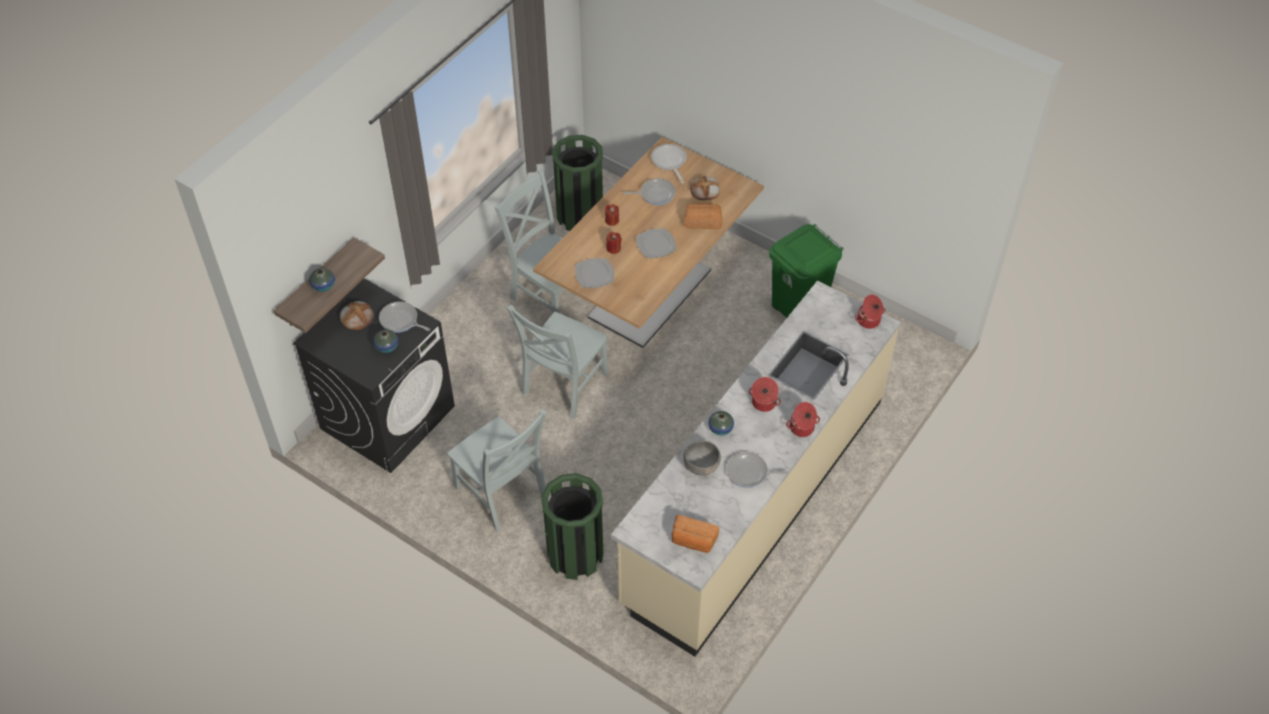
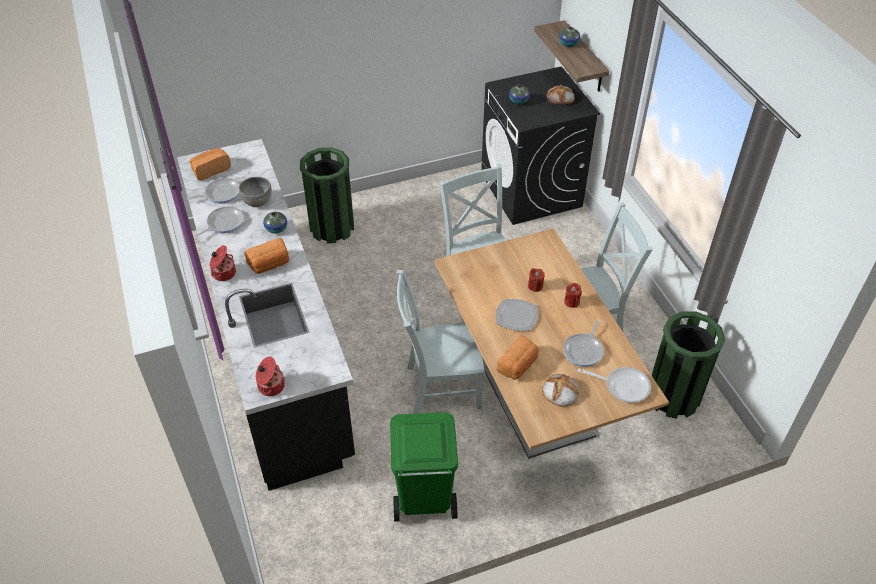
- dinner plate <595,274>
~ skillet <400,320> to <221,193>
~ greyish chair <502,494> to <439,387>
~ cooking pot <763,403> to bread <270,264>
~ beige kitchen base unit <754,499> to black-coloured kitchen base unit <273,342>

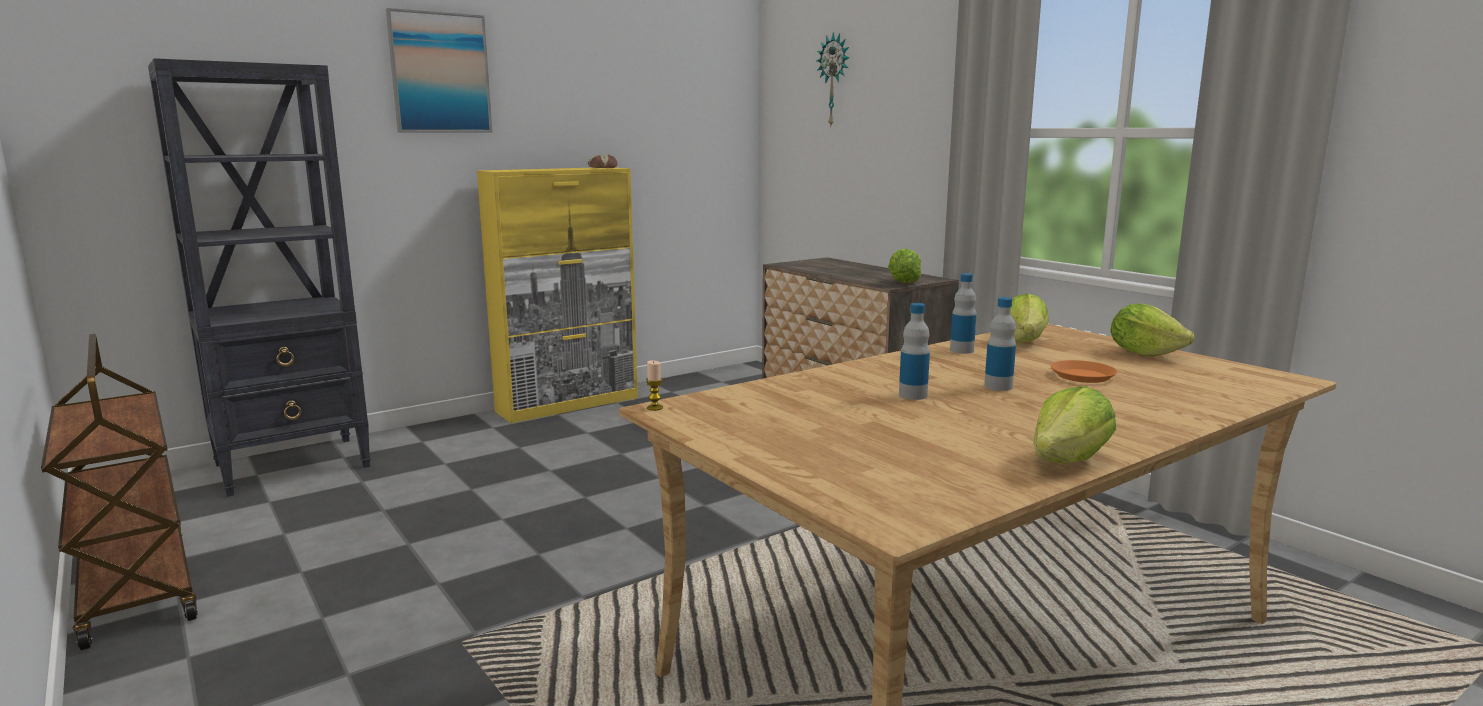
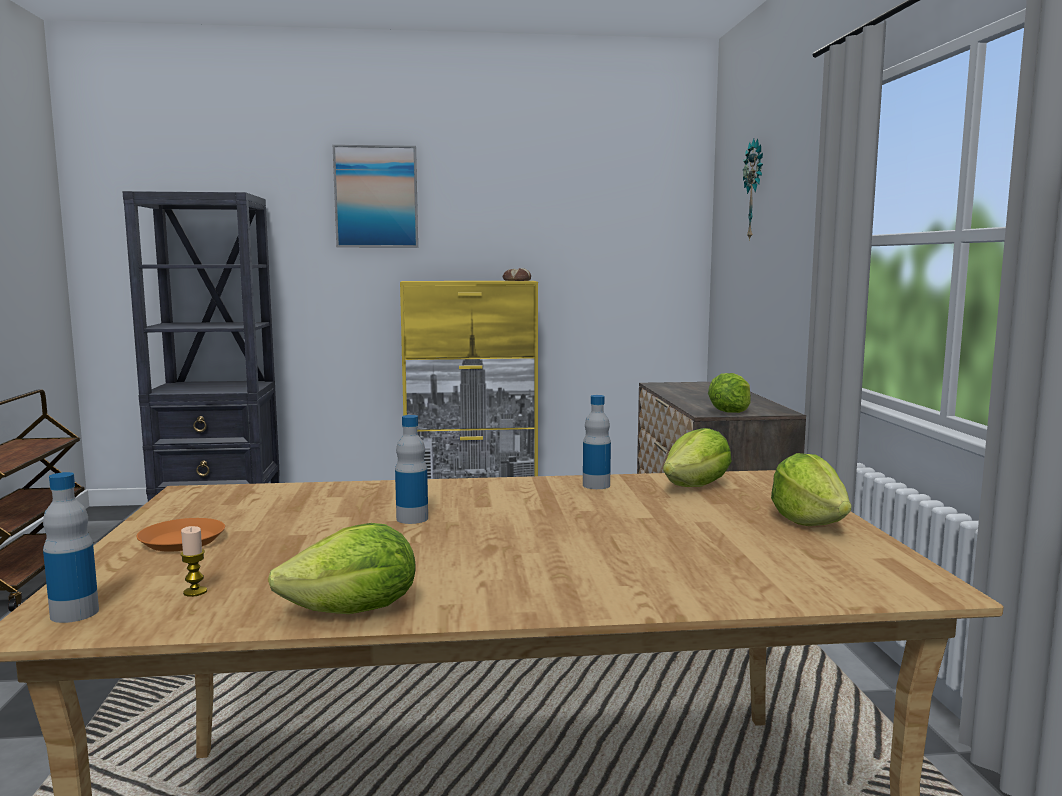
~ candle <654,408> to <195,592>
~ beverage bottle <998,386> to <74,613>
~ orange-coloured dinner plate <1082,376> to <182,541>

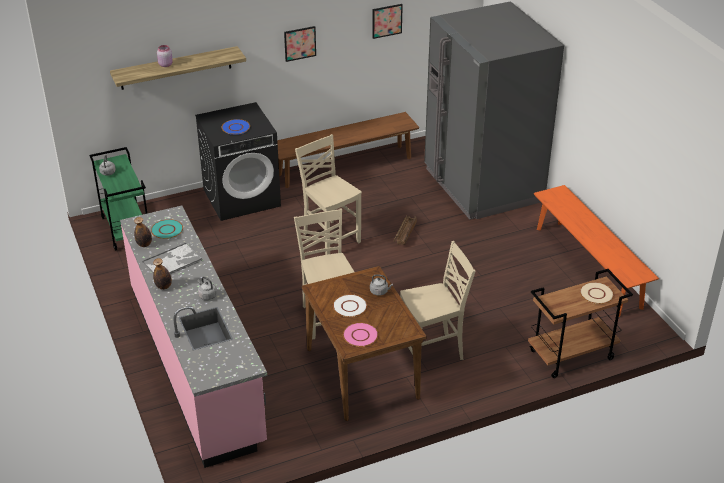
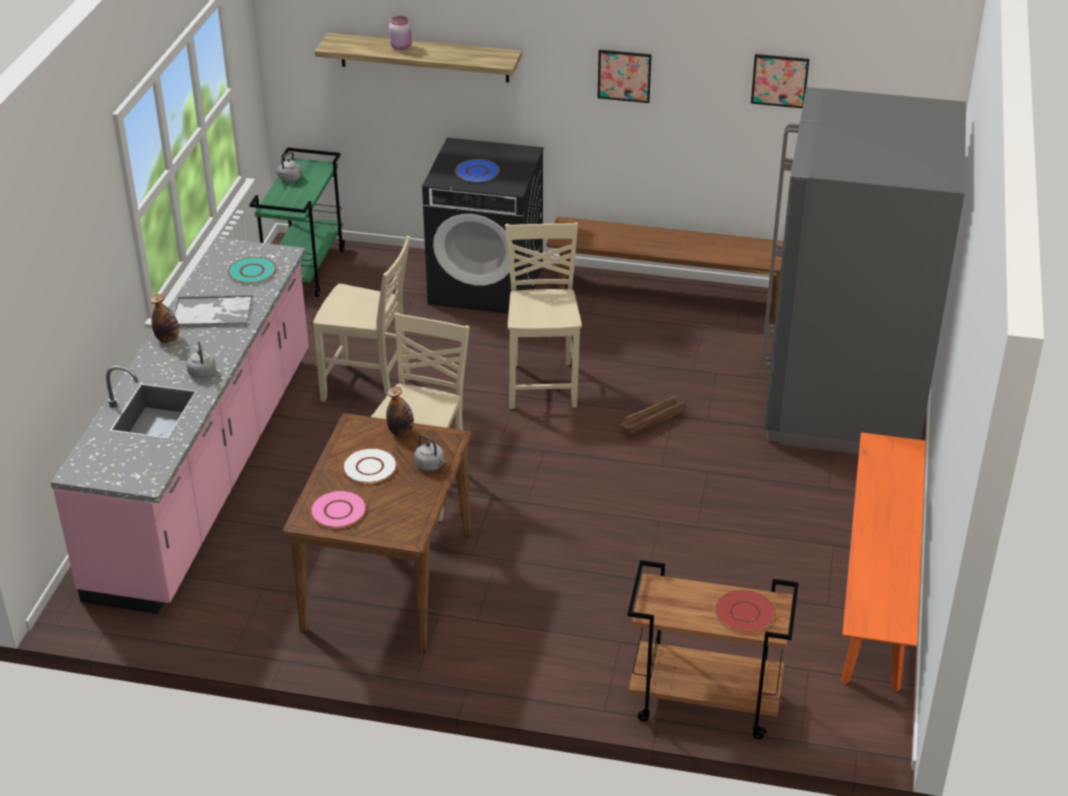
~ beverage bottle <144,244> to <401,432>
~ beige chair <432,352> to <369,389>
~ beige dinner plate <596,294> to reddish dinner plate <744,612>

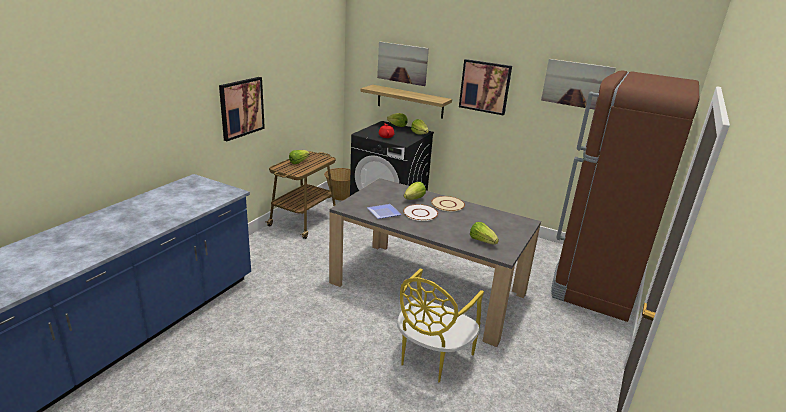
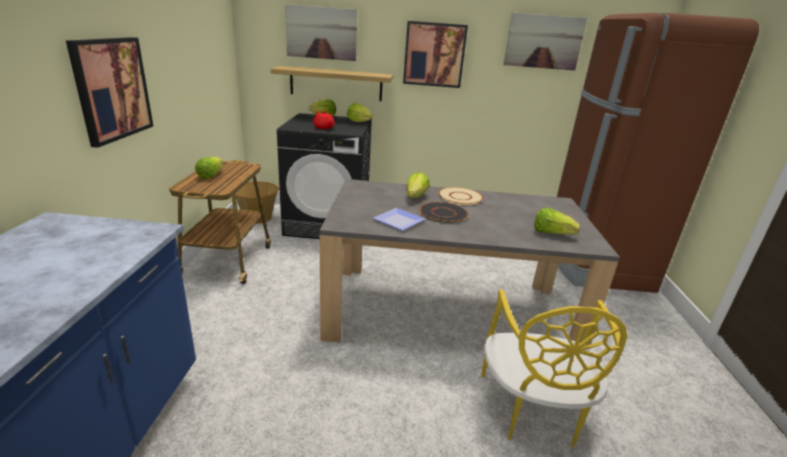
~ white dinner plate <420,213> to black-coloured dinner plate <443,213>

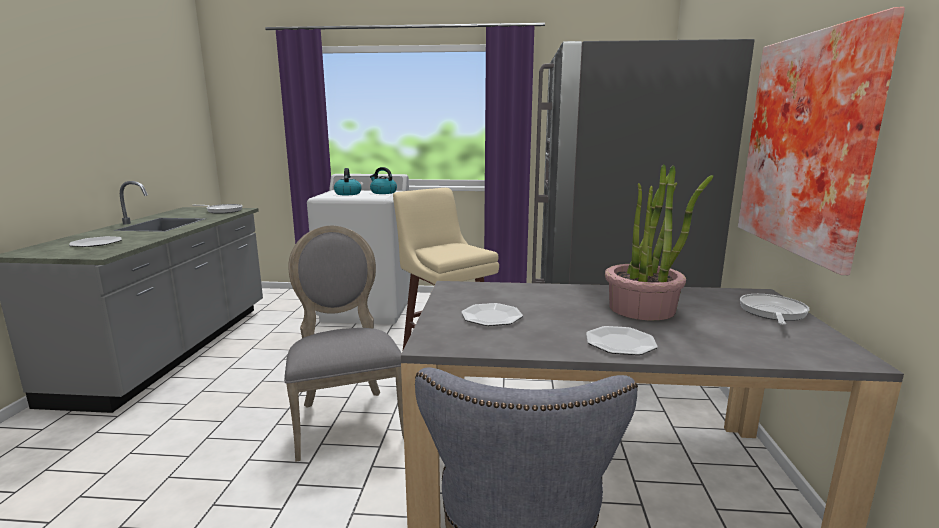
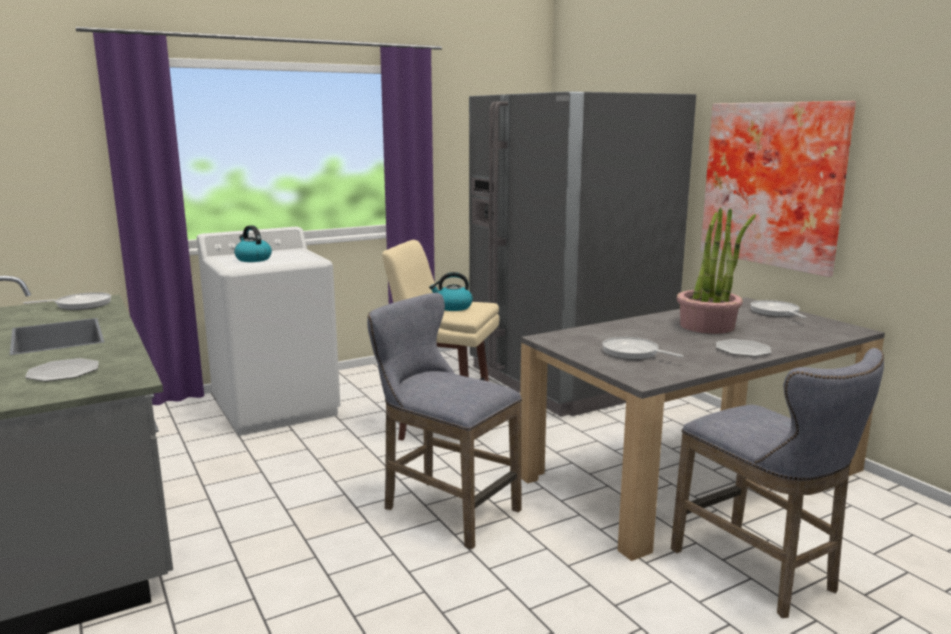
~ tea kettle <383,192> to <453,307>
~ greyish chair <347,419> to greyish stool <444,508>
~ dinner plate <491,316> to skillet <633,353>

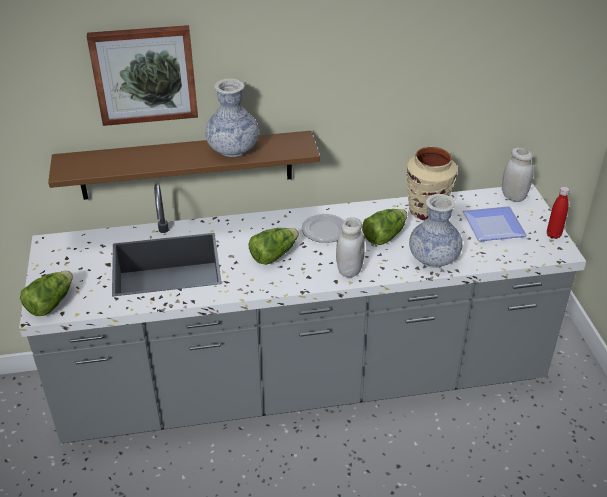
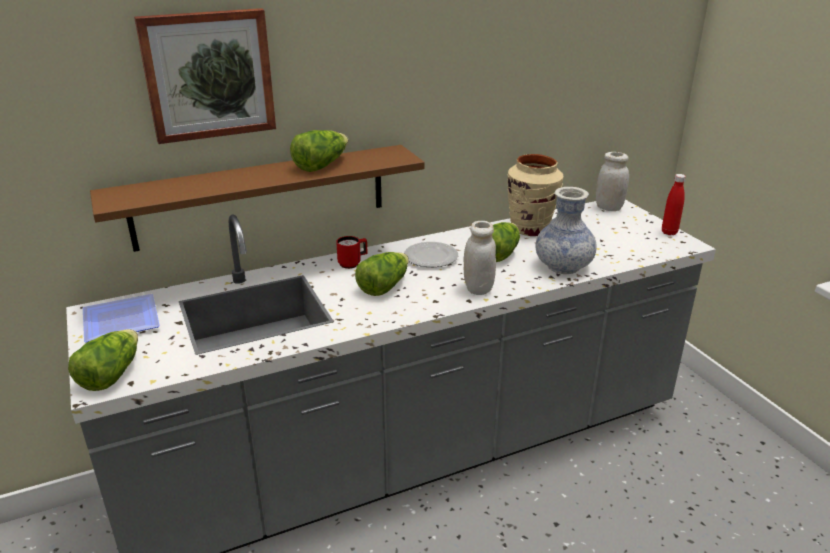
+ reddish mug <353,263>
~ dinner plate <492,227> to <119,323>
~ flower vase <233,149> to head of lettuce <321,165>

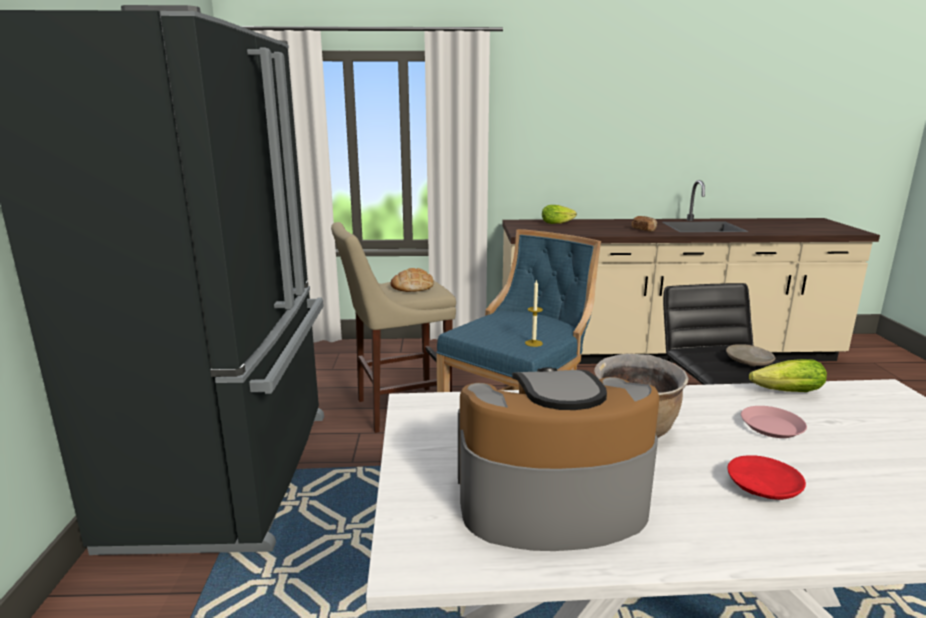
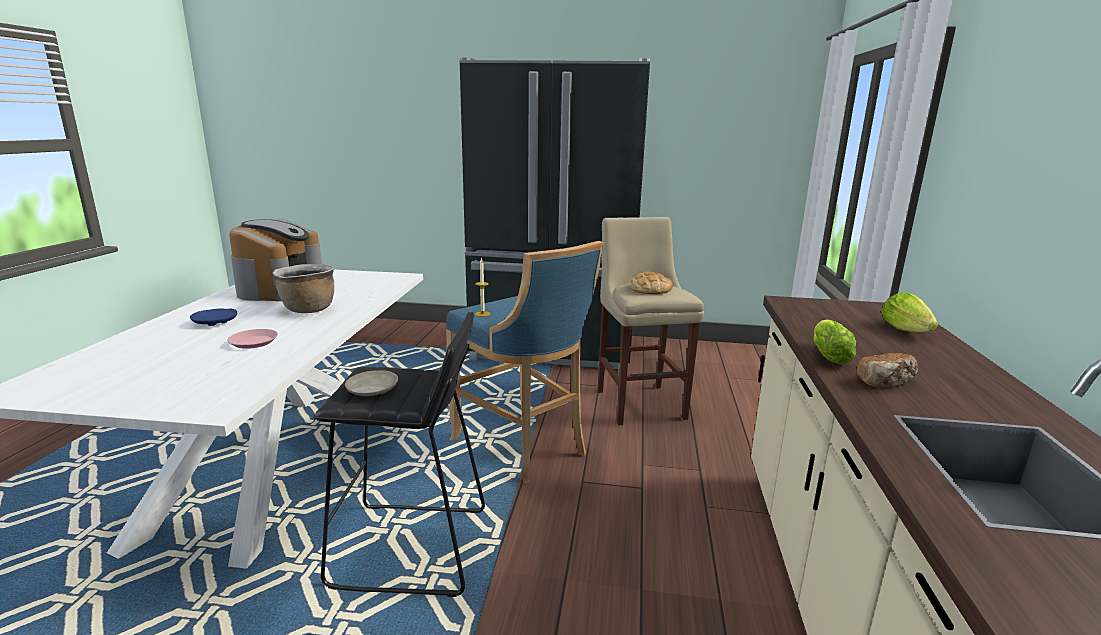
~ head of lettuce <783,392> to <827,355>
~ reddish dinner plate <762,487> to bluish dinner plate <215,322>

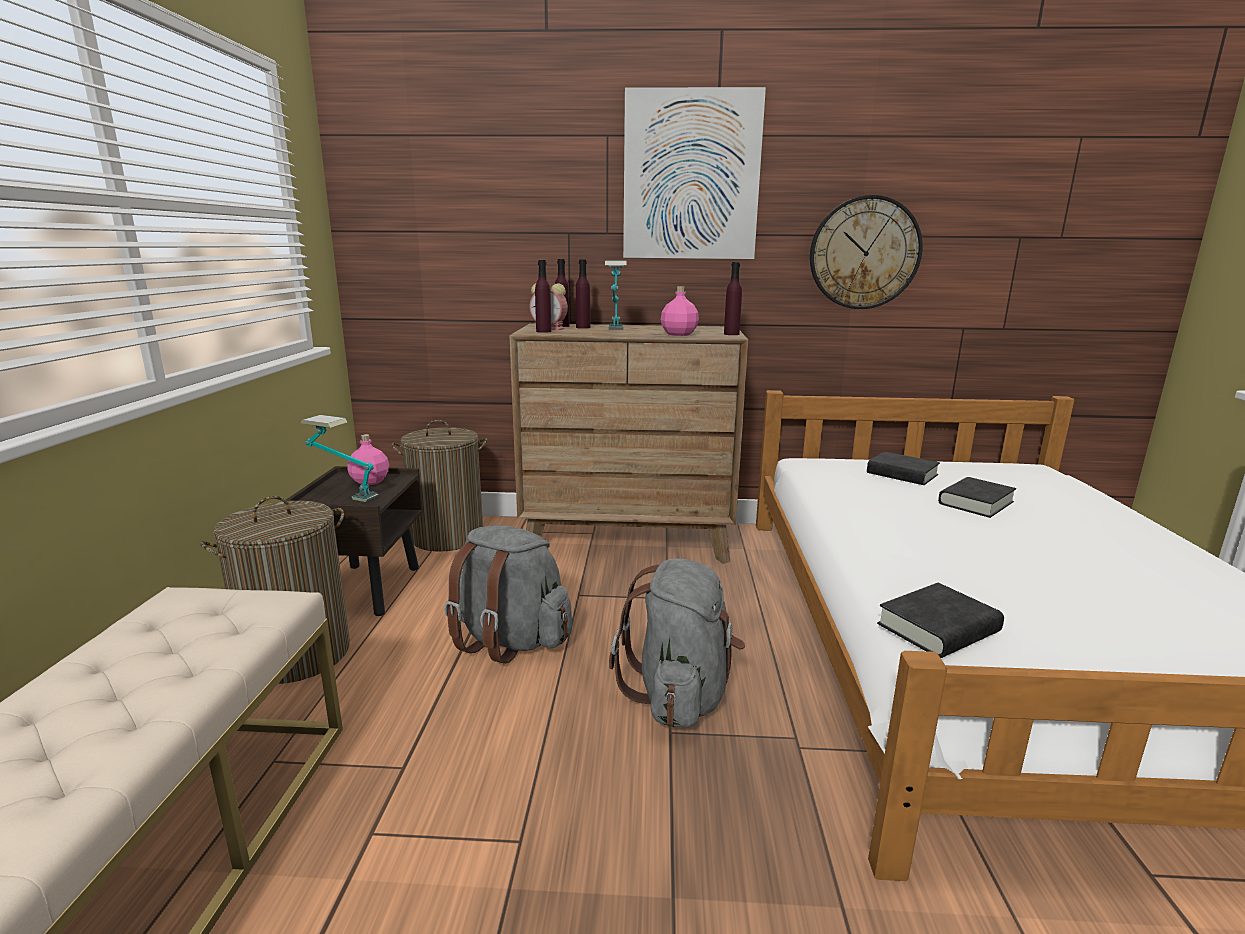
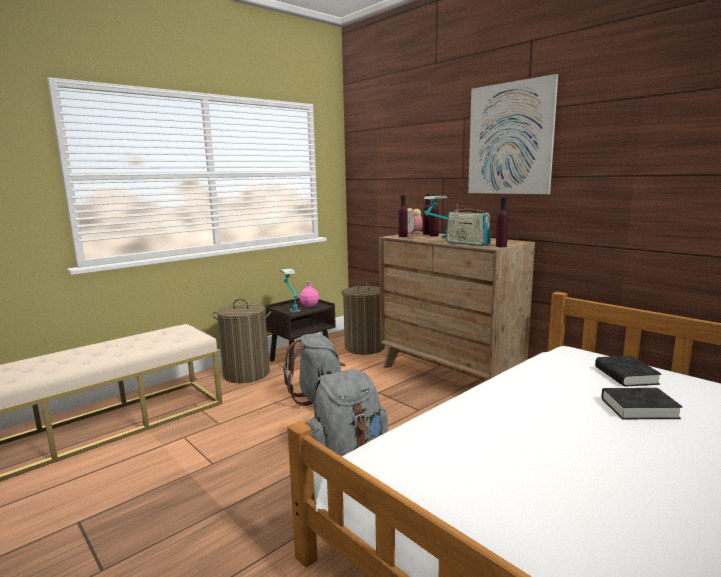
- clock on the wall <864,253>
- black-coloured volume <938,628>
~ pink beverage bottle <679,334> to radio <467,243>

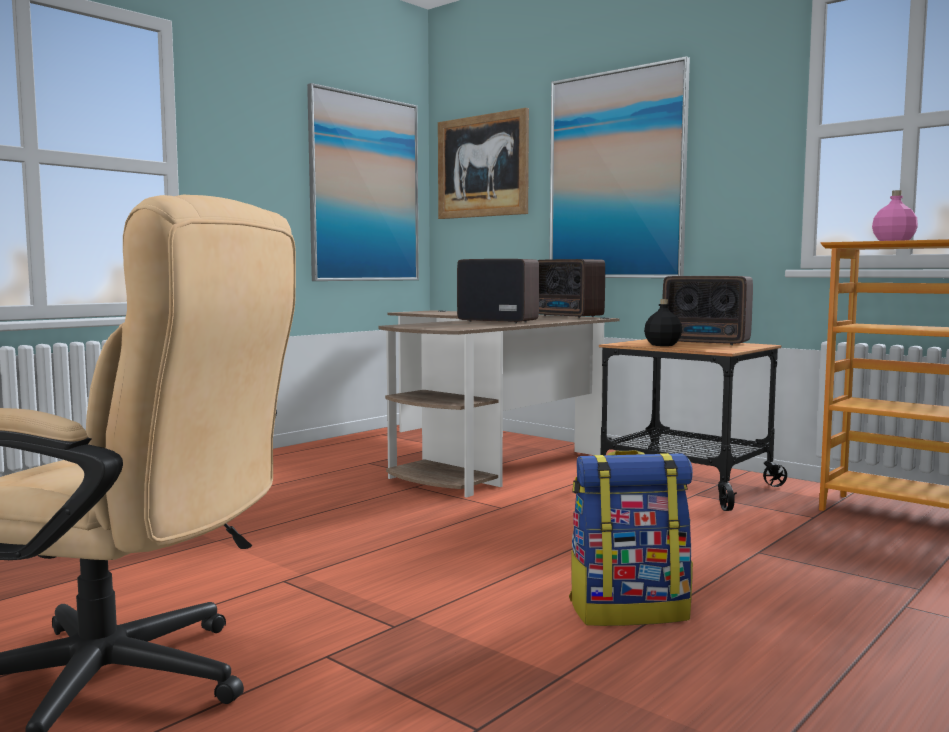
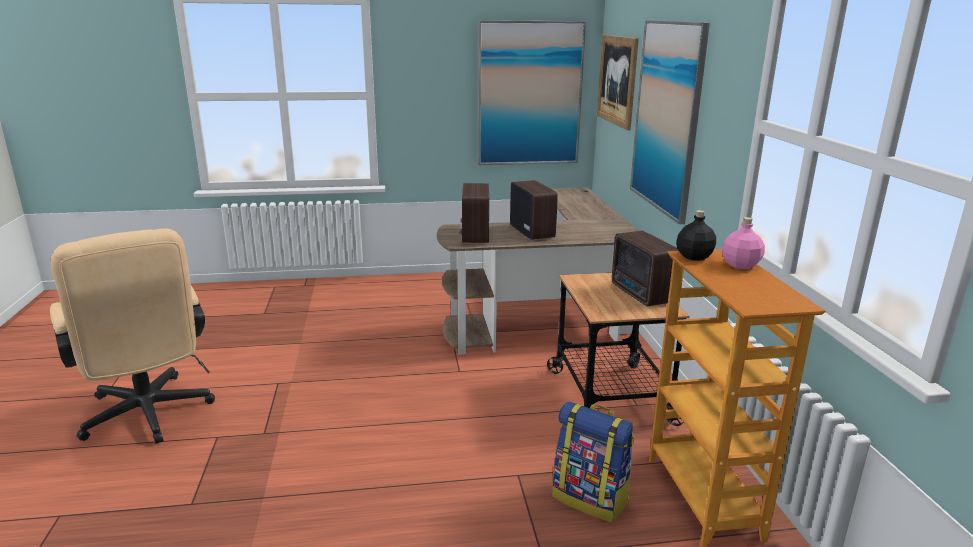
~ radio <568,316> to <474,236>
~ knapsack <629,610> to <591,498>
~ black-coloured beverage bottle <663,345> to <694,257>

